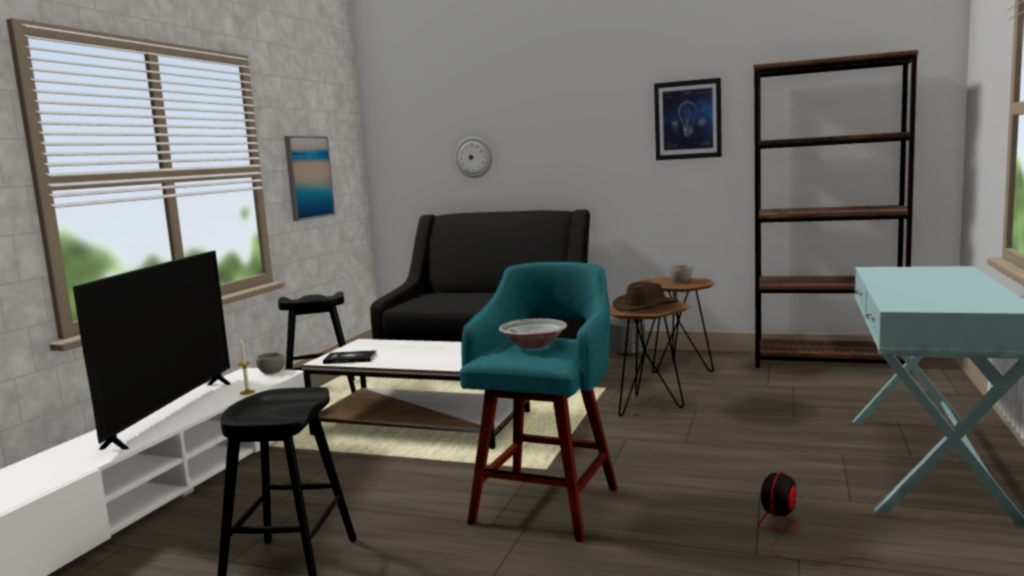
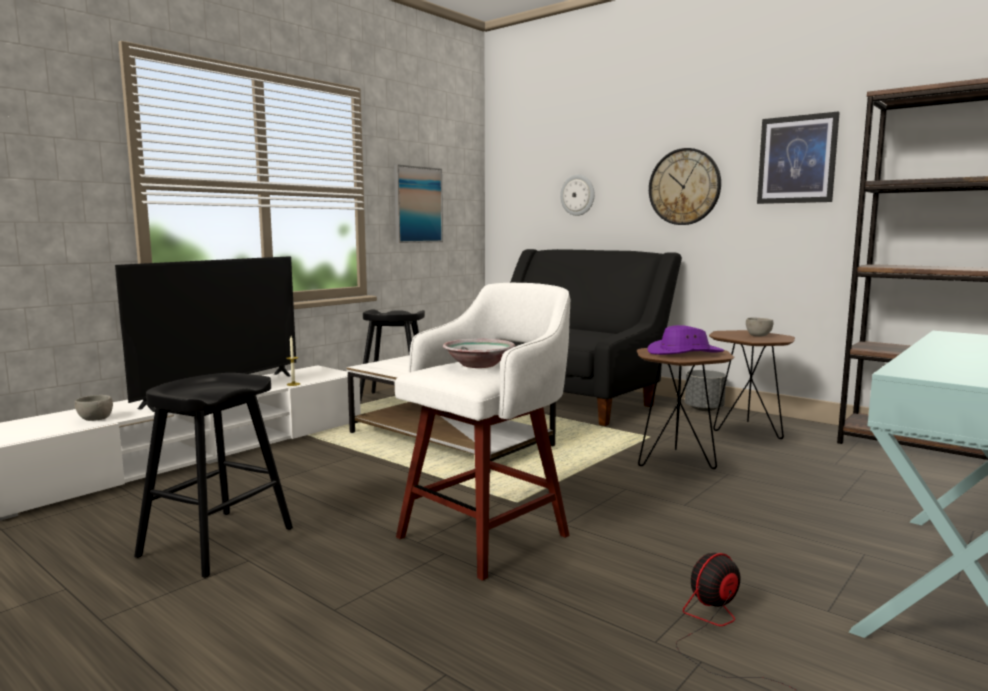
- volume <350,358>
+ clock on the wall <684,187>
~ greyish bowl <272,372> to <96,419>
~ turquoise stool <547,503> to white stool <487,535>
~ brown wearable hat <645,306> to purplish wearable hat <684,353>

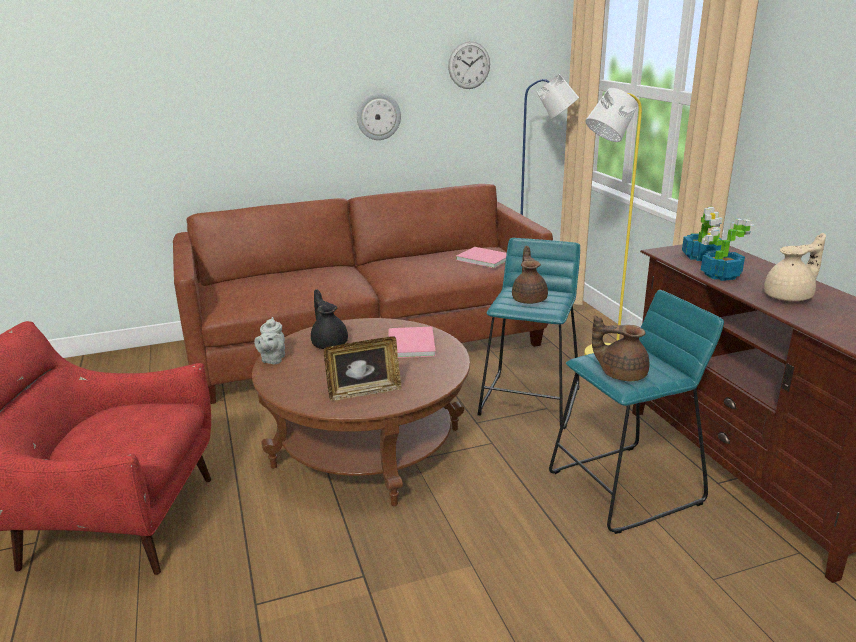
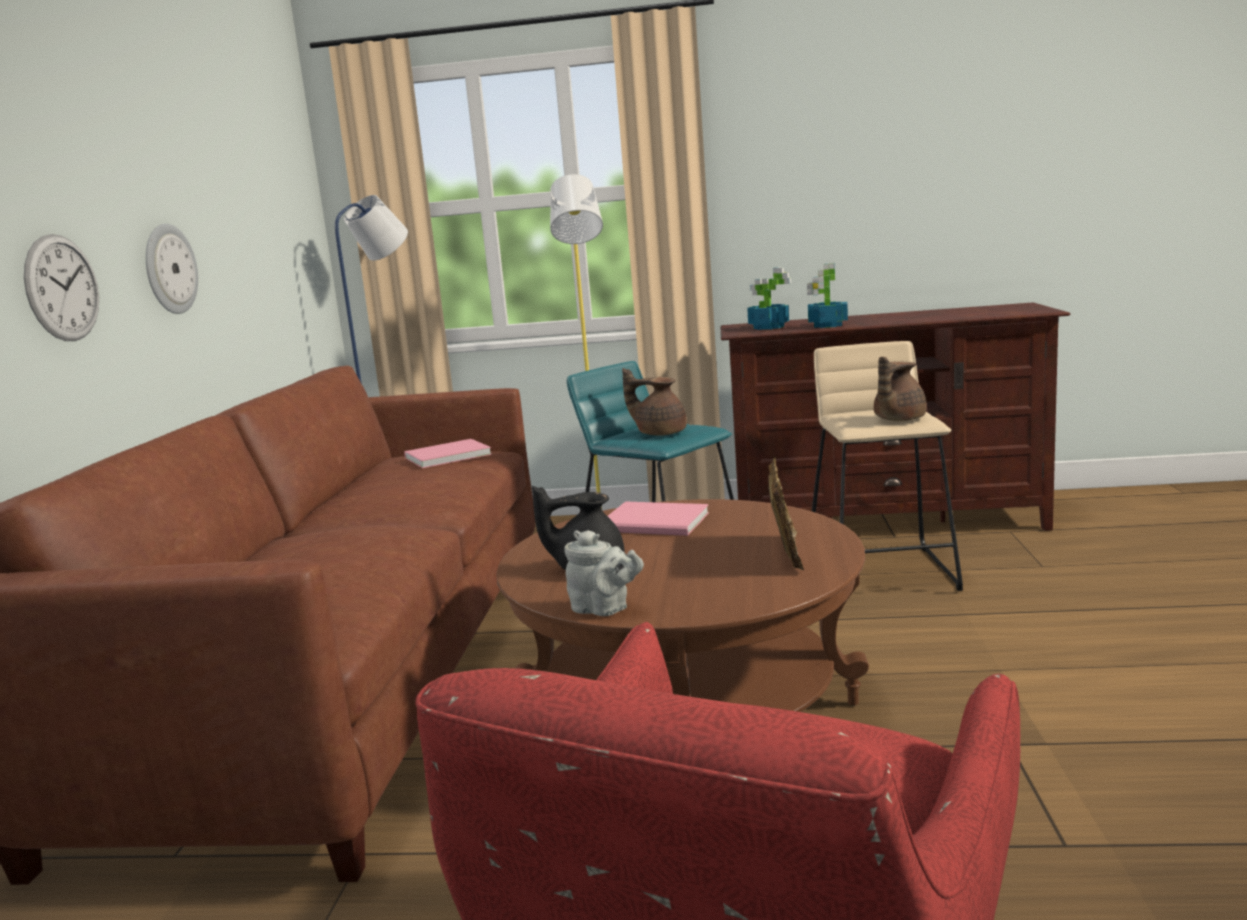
- beige pot for tea <790,297>
~ clock on the wall <469,65> to <62,288>
~ turquoise stool <625,487> to beige stool <883,572>

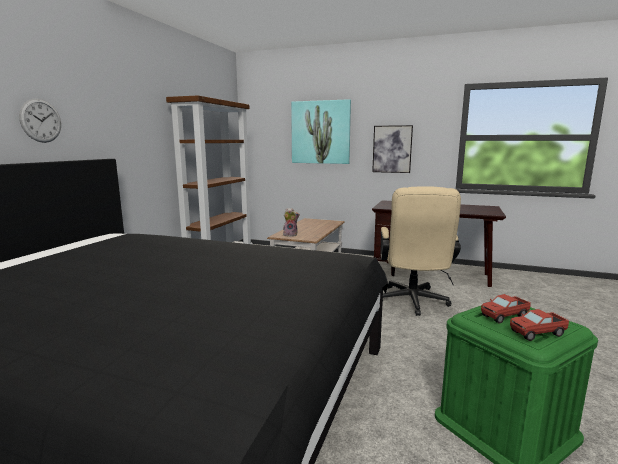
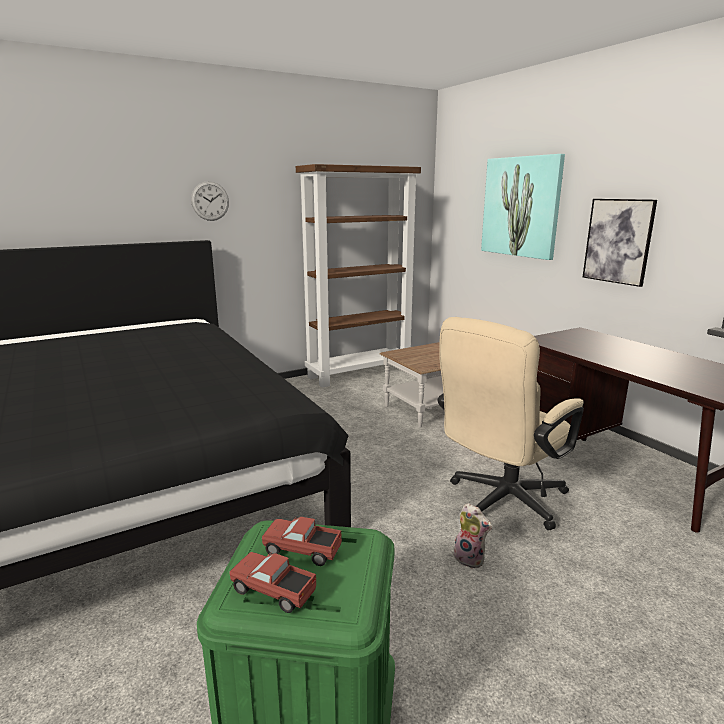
~ clock on the wall <41,120> to <210,201>
~ soft toy <290,235> to <470,558>

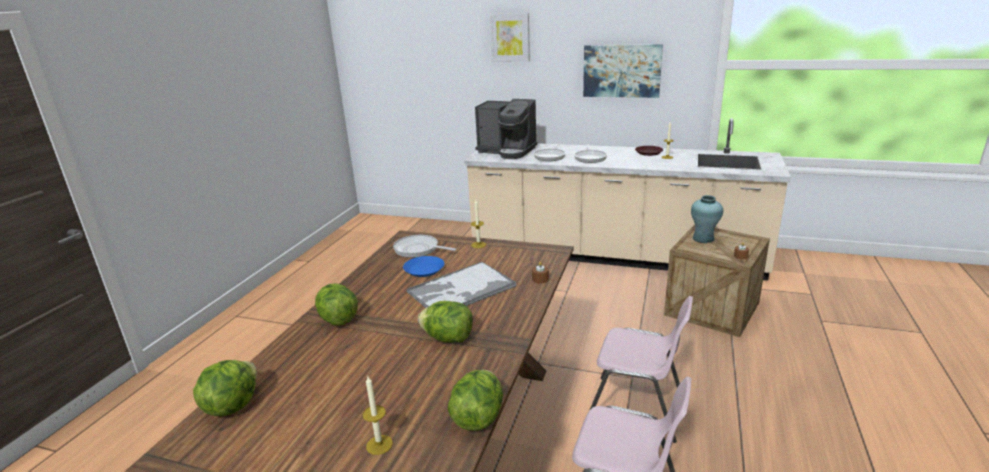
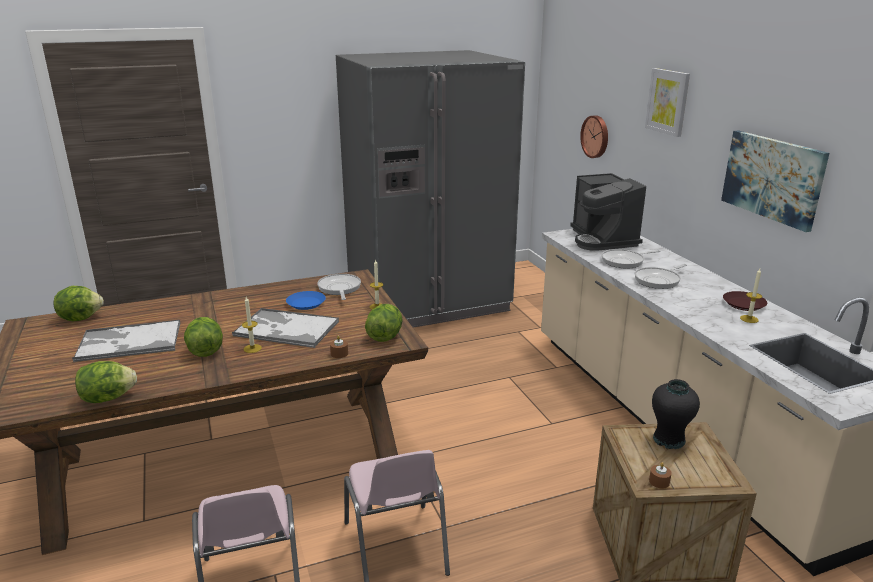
+ serving tray <128,342>
+ greyish fridge <427,300>
+ clock on the wall <596,136>
~ head of lettuce <338,319> to <385,336>
~ candle <379,444> to <252,348>
~ turquoise flower vase <703,238> to black-coloured flower vase <669,440>

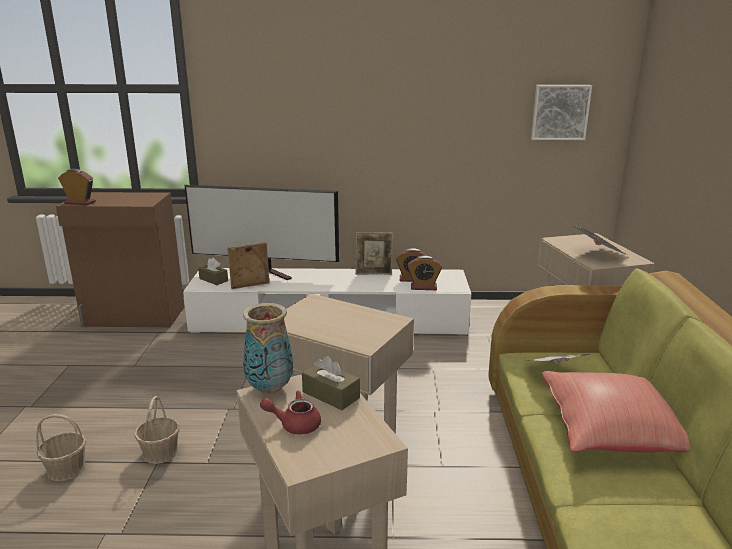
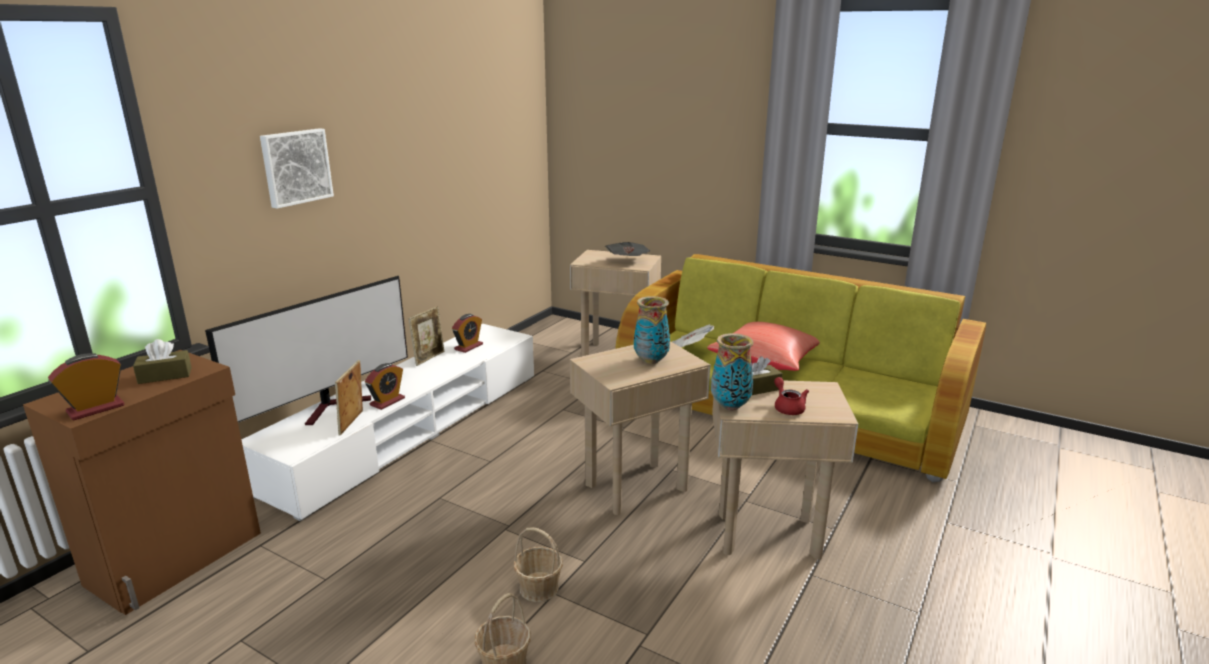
+ flower vase <651,360>
~ brown box of tissues <213,280> to <165,375>
~ table clock <423,287> to <387,401>
~ wall picture <560,112> to <295,167>
~ reddish pot for tea <295,424> = <788,407> 135 degrees clockwise

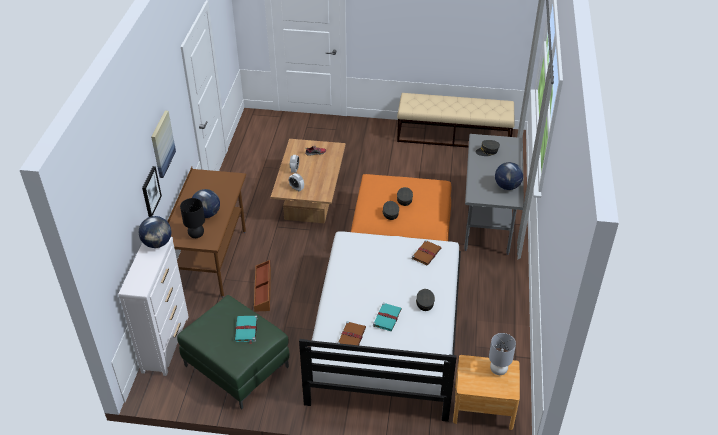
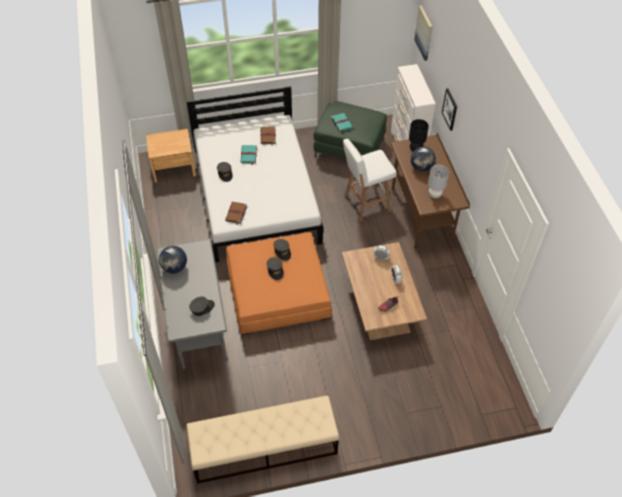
- desk globe <157,243>
~ wall picture <162,144> to <424,33>
~ greyish tabletop lamp <498,370> to <435,194>
~ brown storage container <263,290> to white stool <365,204>

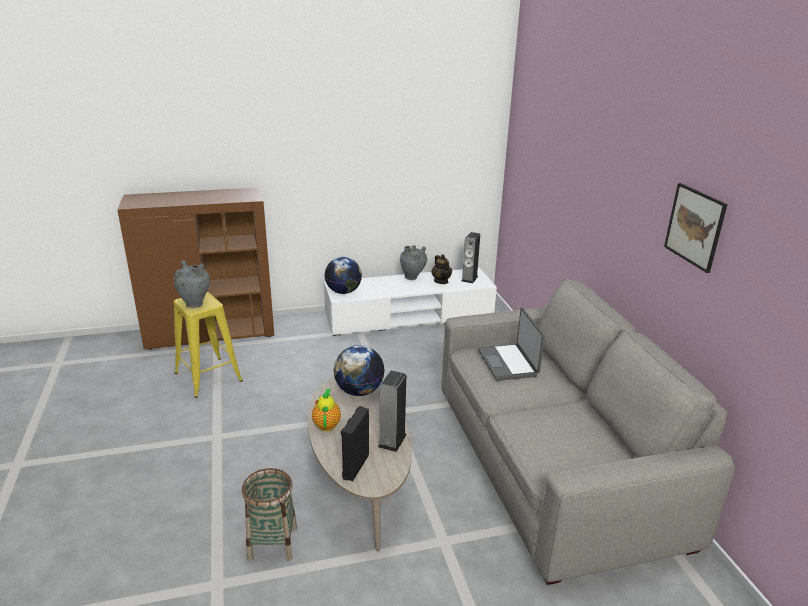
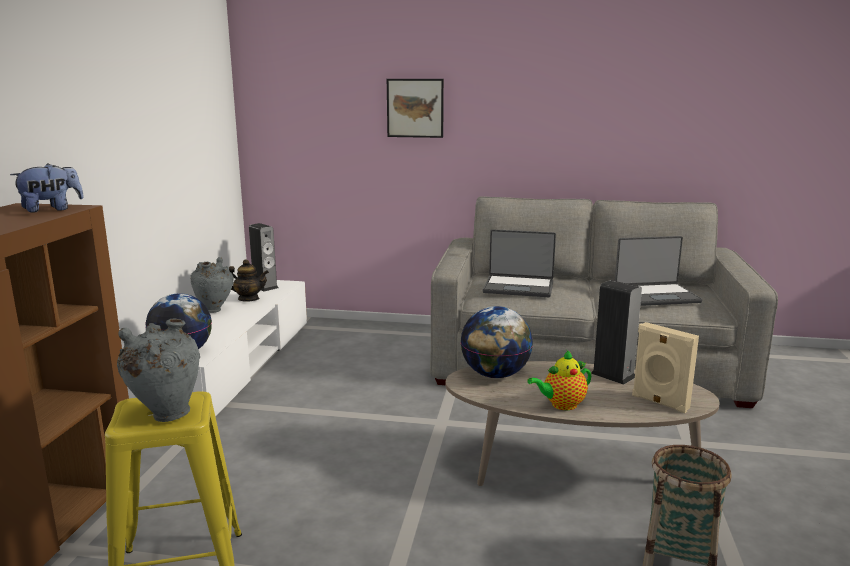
+ soft toy <51,209>
+ notebook computer <656,296>
~ wall picture <695,226> to <415,108>
~ black-coloured audio speaker <354,466> to beige audio speaker <659,402>
~ pot for tea <327,424> = <561,405> 45 degrees counterclockwise

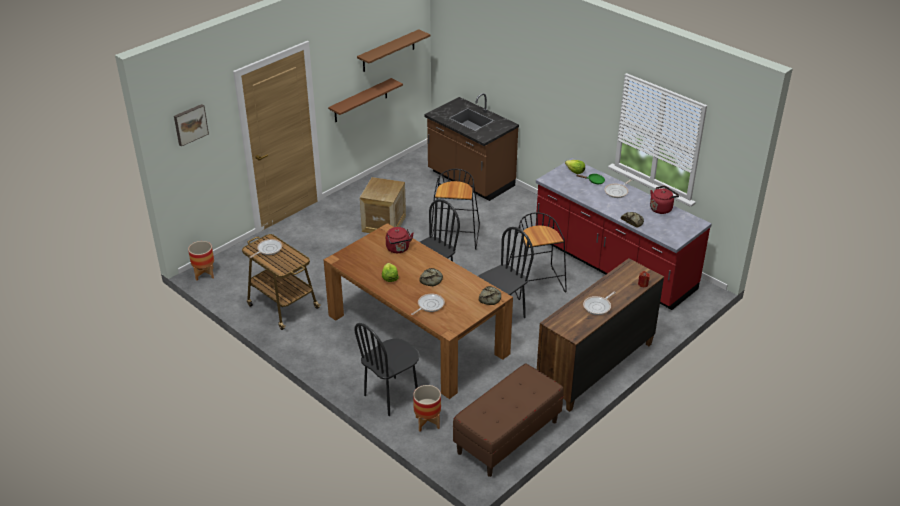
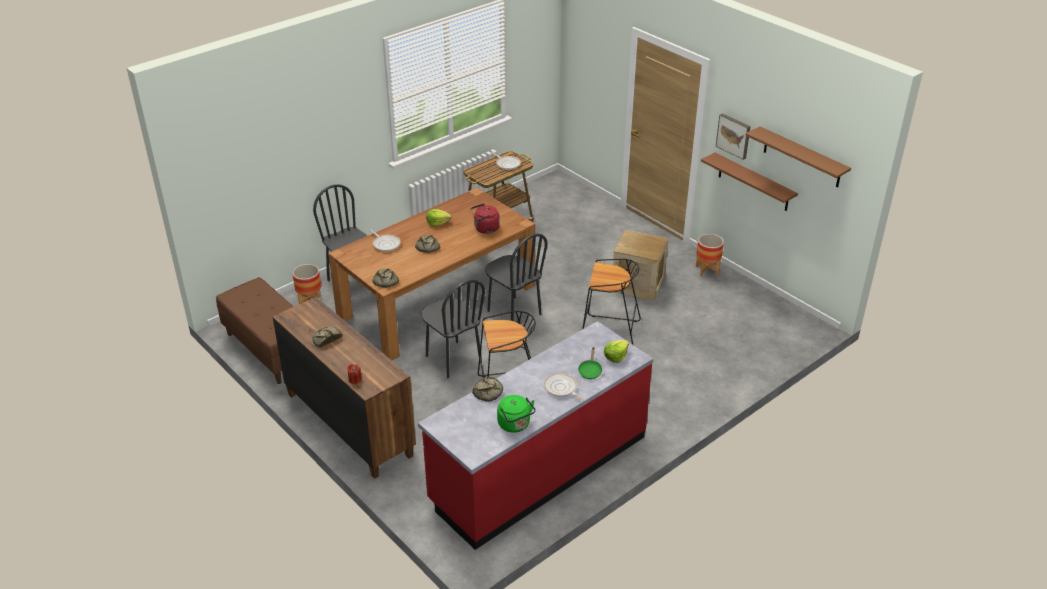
- brown kitchen base unit <470,180>
~ wall picture <190,124> to <734,135>
~ plant pot <204,274> to <707,270>
~ skillet <598,306> to bread <326,339>
~ reddish tea kettle <661,208> to green-coloured tea kettle <515,425>

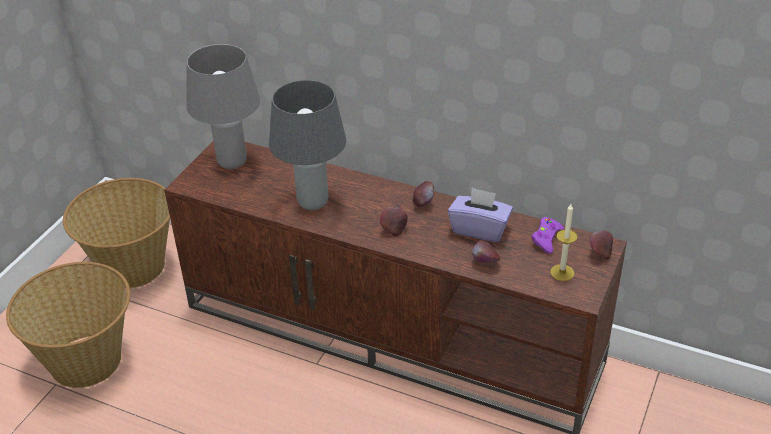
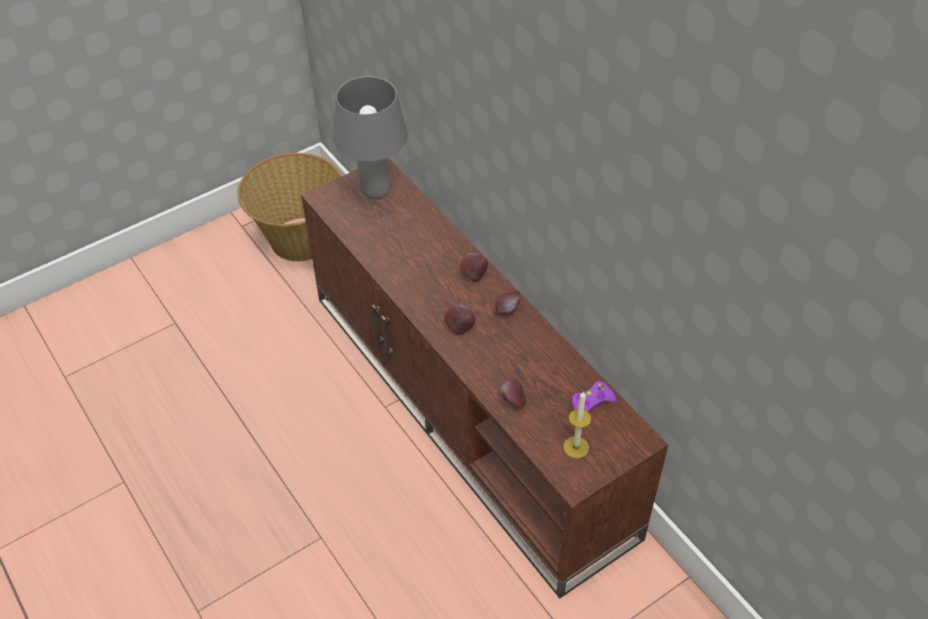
- basket <87,360>
- greyish tabletop lamp <313,202>
- purplish box of tissues <479,229>
~ whole apple <599,253> to <474,274>

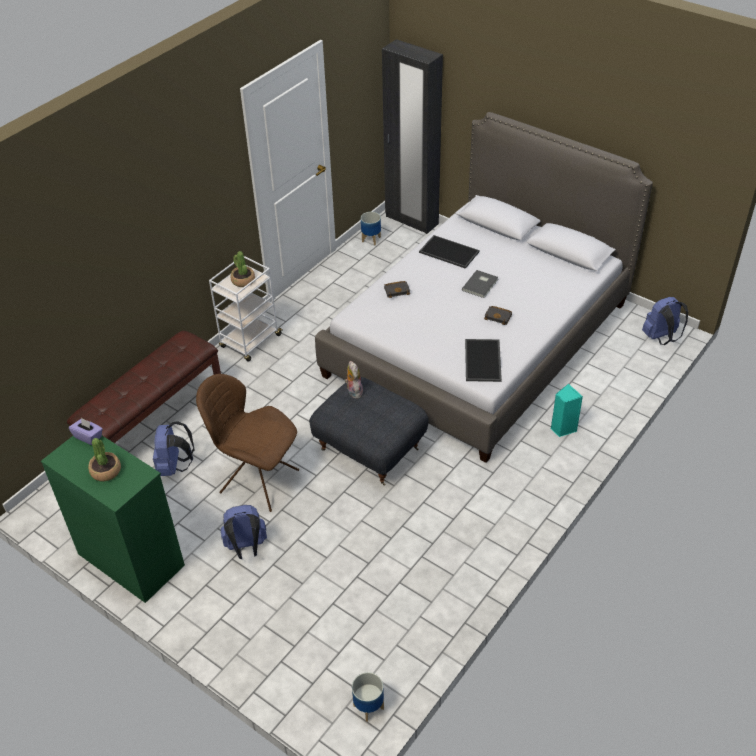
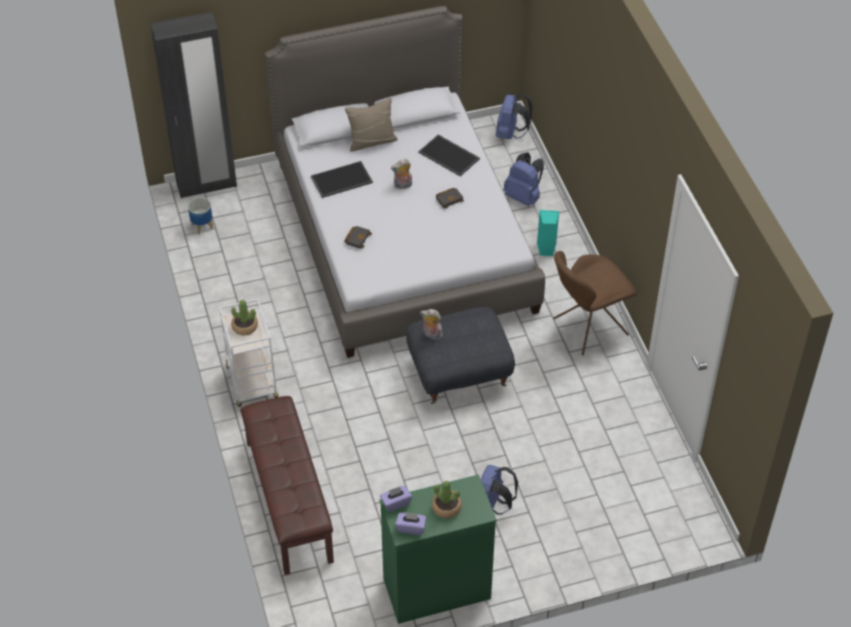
- plant pot <368,707>
+ beige pillow <372,141>
+ purplish box of tissues <411,527>
~ bluish knapsack <174,466> to <524,196>
~ brown chair <257,480> to <587,328>
~ serving tray <484,361> to <450,155>
~ greyish volume <481,285> to soft toy <402,186>

